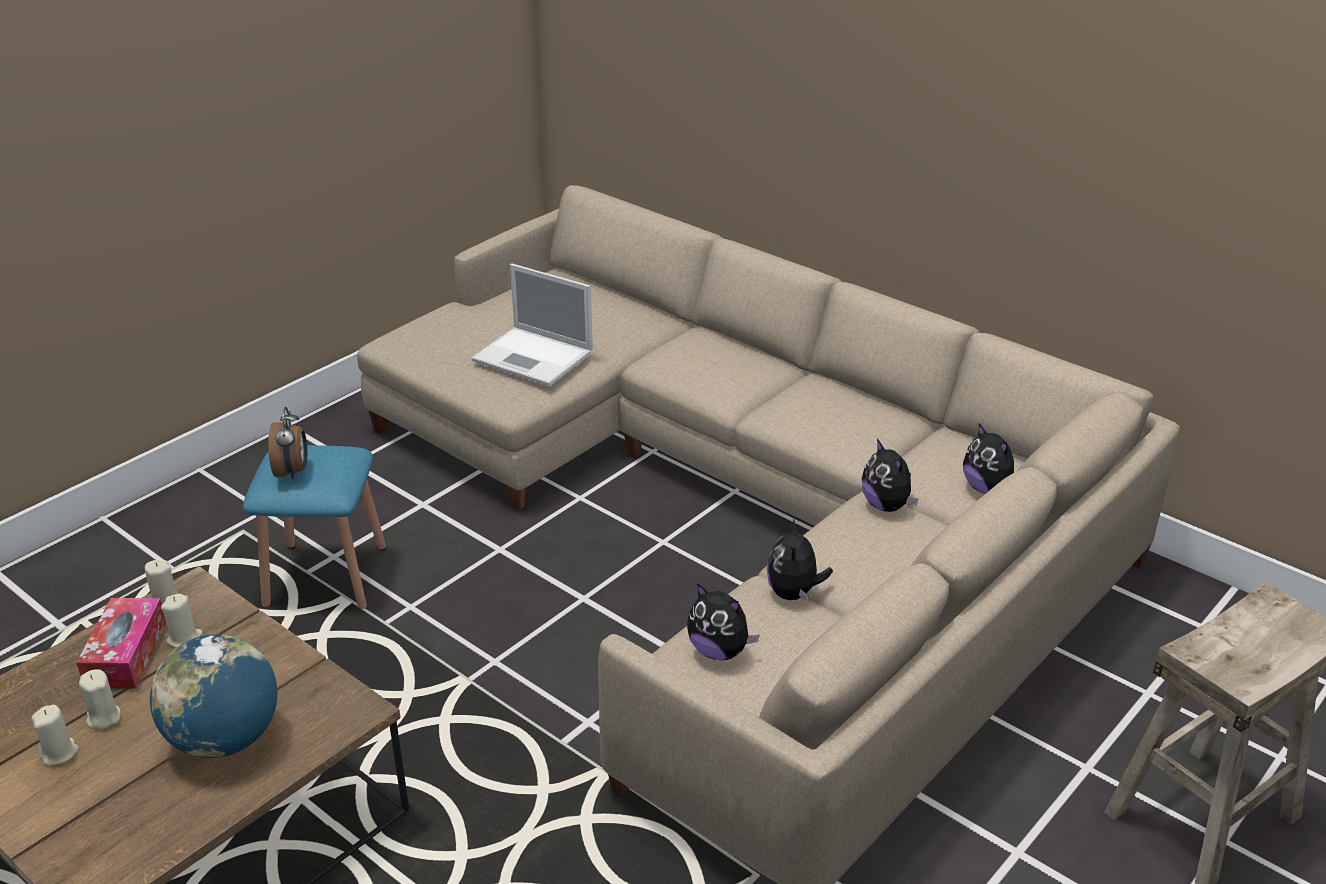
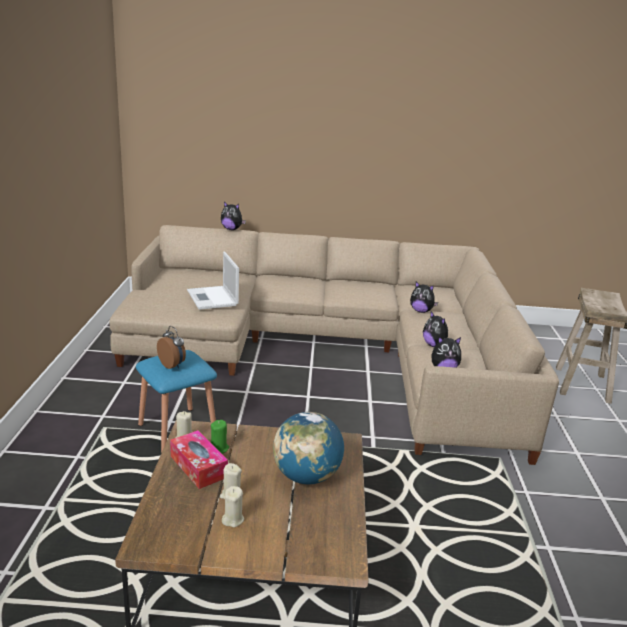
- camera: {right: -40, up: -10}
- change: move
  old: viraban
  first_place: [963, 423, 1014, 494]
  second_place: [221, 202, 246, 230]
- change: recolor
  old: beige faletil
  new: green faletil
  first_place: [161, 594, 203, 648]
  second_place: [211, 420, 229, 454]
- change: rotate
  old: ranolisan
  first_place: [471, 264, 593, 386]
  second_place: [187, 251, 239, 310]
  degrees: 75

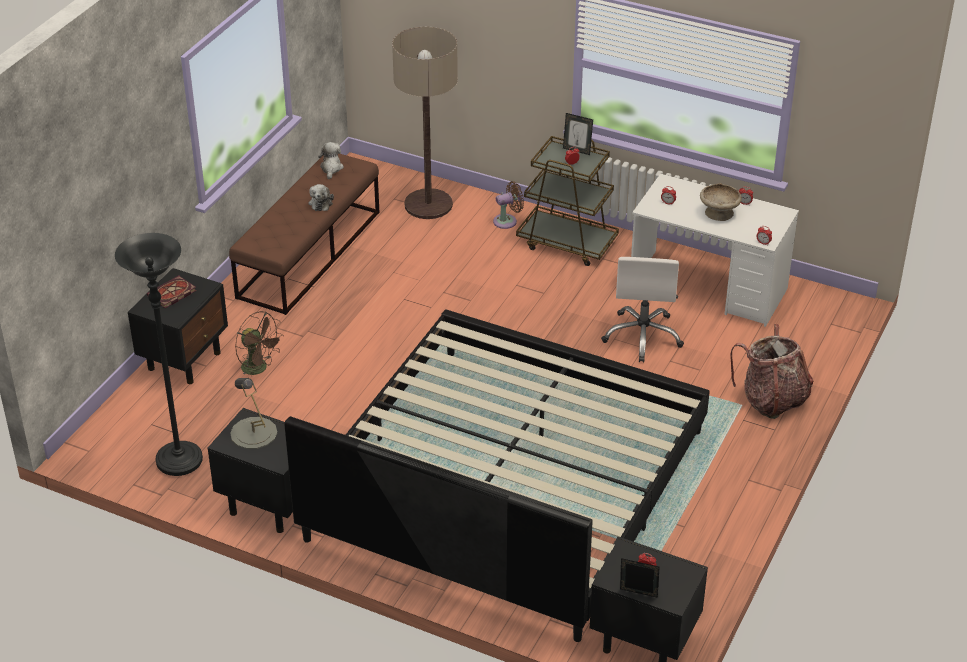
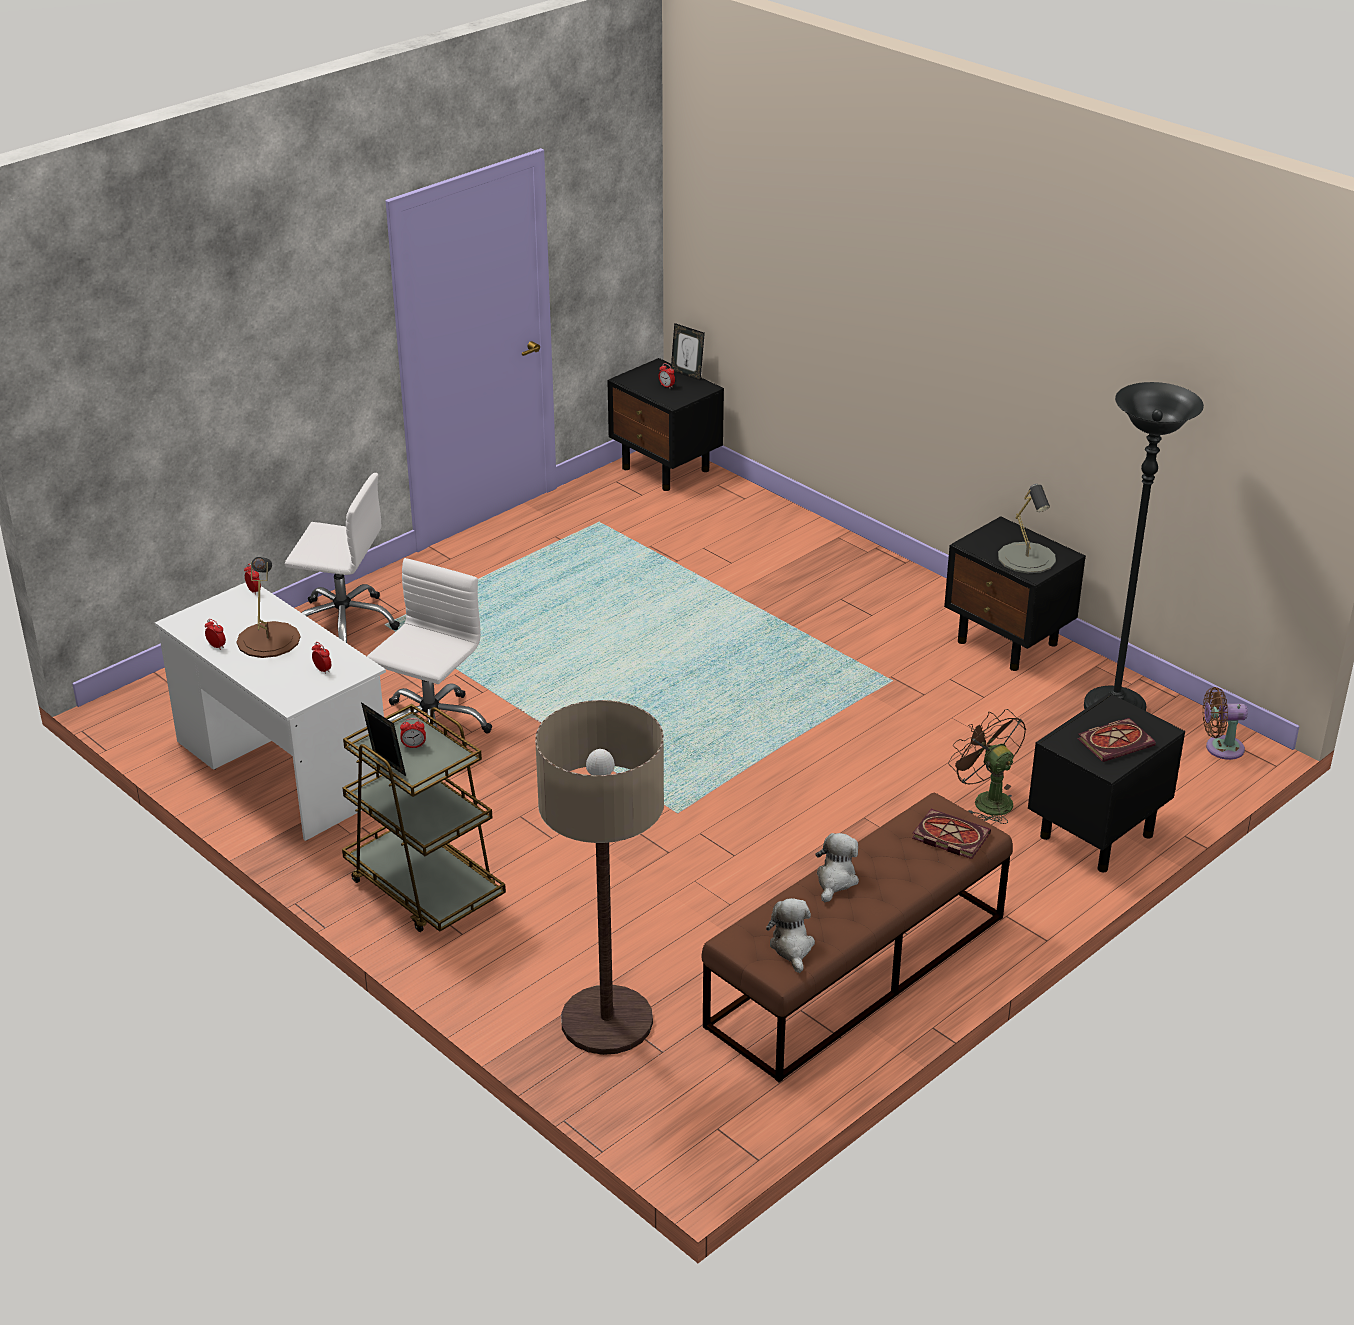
- camera: {right: -160, up: -5}
- change: delete
  old: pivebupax
  first_place: [284, 309, 710, 642]
- change: insert
  new: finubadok
  second_place: [912, 809, 991, 859]
- change: move
  old: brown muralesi
  first_place: [493, 181, 524, 229]
  second_place: [1203, 687, 1248, 760]
- change: replace
  old: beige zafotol
  new: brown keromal
  first_place: [700, 183, 742, 221]
  second_place: [236, 557, 301, 658]
- change: replace
  old: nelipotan
  new: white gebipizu
  first_place: [730, 324, 814, 419]
  second_place: [285, 473, 400, 643]
- change: rotate
  old: viraban
  first_place: [318, 142, 344, 179]
  second_place: [766, 898, 815, 973]
  degrees: 150

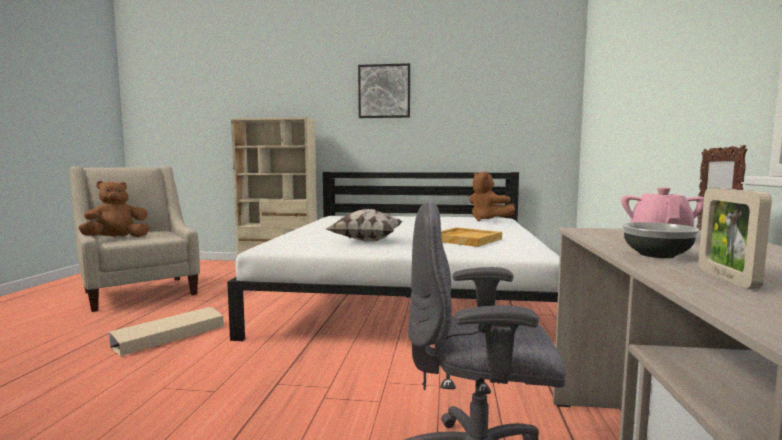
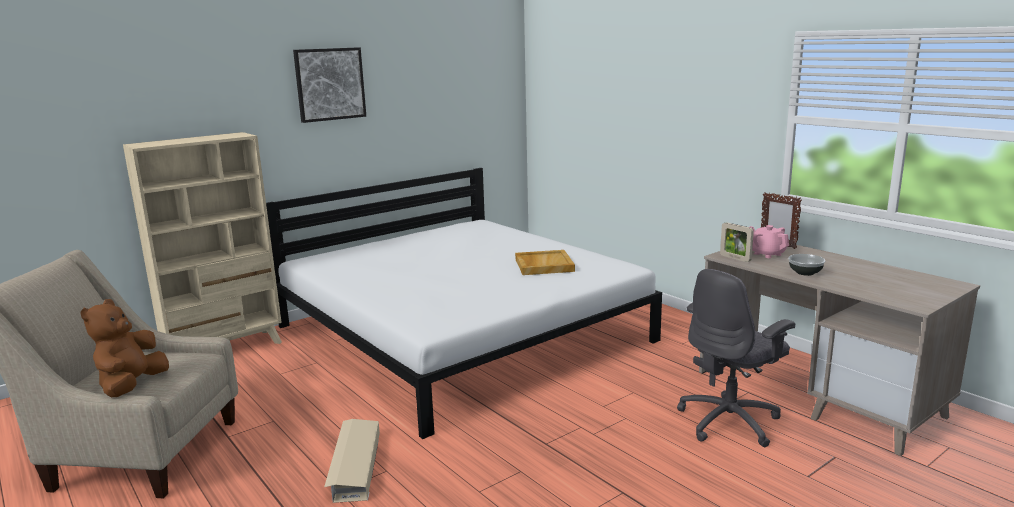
- camera: {right: -45, up: 10}
- change: delete
  old: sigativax
  first_place: [326, 209, 402, 242]
- change: delete
  old: brown viraban
  first_place: [469, 171, 515, 221]
- change: move
  old: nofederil
  first_place: [699, 188, 772, 289]
  second_place: [720, 222, 754, 262]

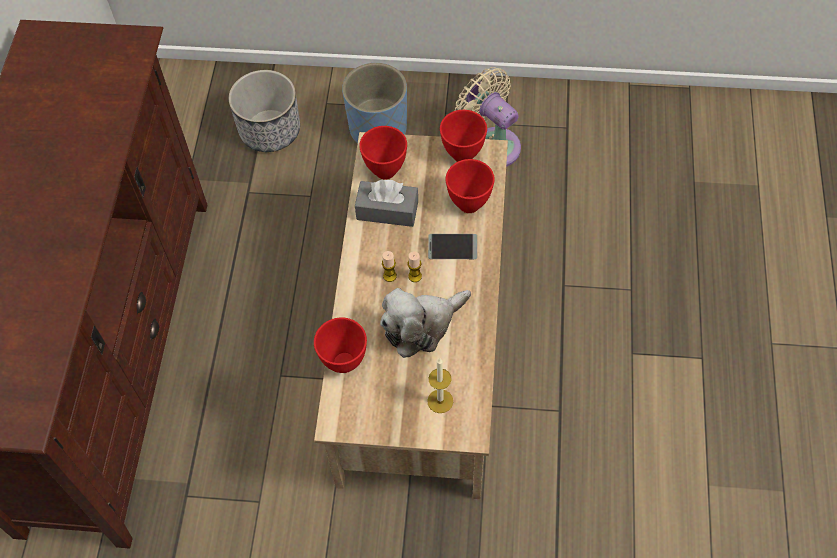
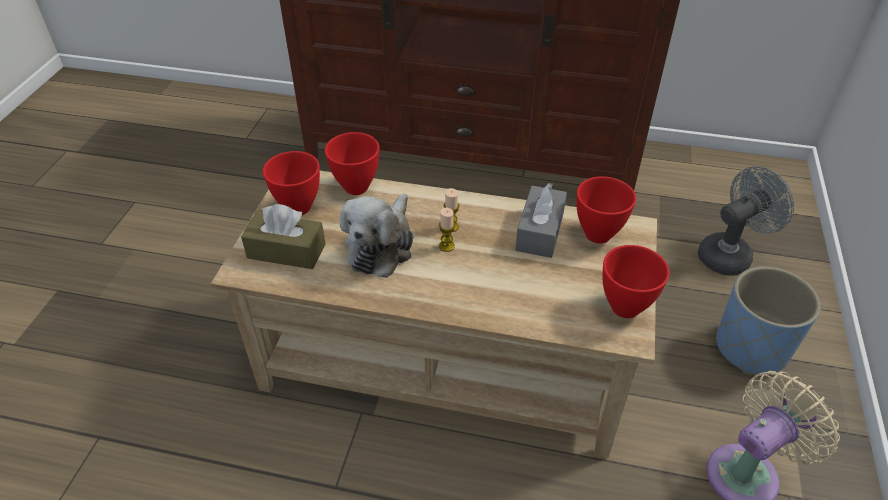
- camera: {right: 95, up: -15}
- change: delete
  old: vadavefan
  first_place: [428, 234, 477, 259]
- change: move
  old: red zafotol
  first_place: [446, 159, 495, 213]
  second_place: [263, 151, 320, 215]
- change: replace
  old: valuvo
  new: grey muralesi
  first_place: [228, 70, 300, 152]
  second_place: [698, 166, 794, 275]
- change: replace
  old: faletil
  new: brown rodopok
  first_place: [427, 358, 453, 413]
  second_place: [241, 204, 325, 269]
- change: rotate
  old: viraban
  first_place: [380, 288, 471, 358]
  second_place: [340, 194, 413, 278]
  degrees: -135

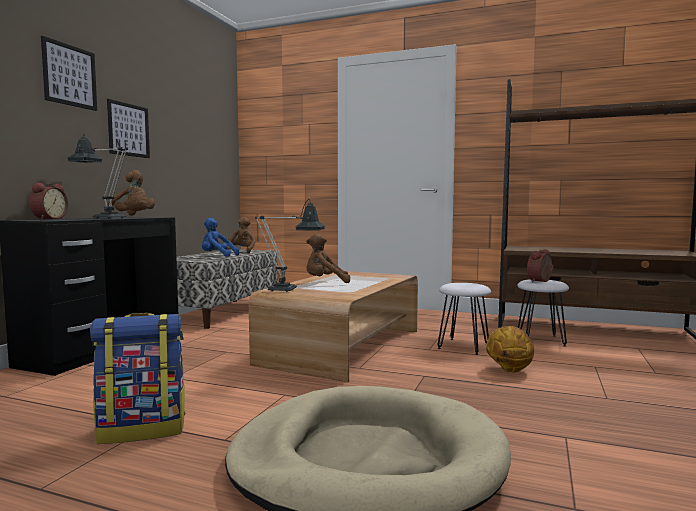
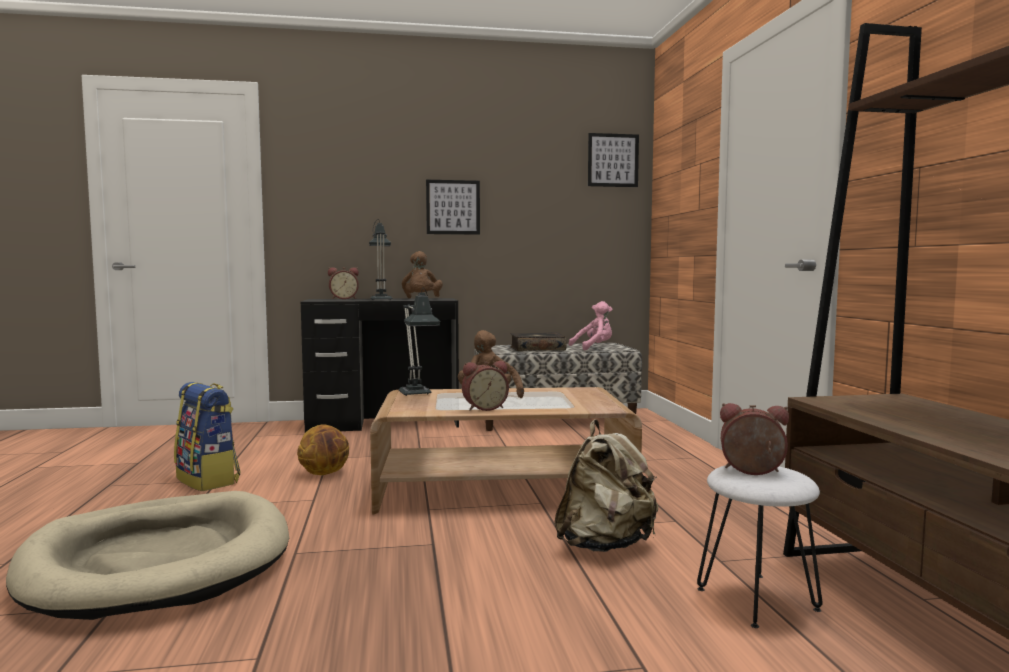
- camera: {right: 60, up: 0}
- change: insert
  new: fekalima
  second_place: [462, 361, 509, 411]
- change: move
  old: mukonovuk
  first_place: [41, 36, 97, 111]
  second_place: [588, 133, 639, 187]
- change: move
  old: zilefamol
  first_place: [486, 326, 534, 373]
  second_place: [297, 424, 349, 475]
- change: replace
  old: blue viraban
  new: finubadok
  first_place: [202, 218, 239, 257]
  second_place: [510, 332, 567, 351]
- change: replace
  old: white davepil
  new: beige nelipotan
  first_place: [438, 283, 491, 355]
  second_place: [554, 419, 658, 552]
- change: recolor
  old: brown viraban
  new: pink viraban
  first_place: [226, 217, 256, 254]
  second_place: [569, 301, 613, 351]

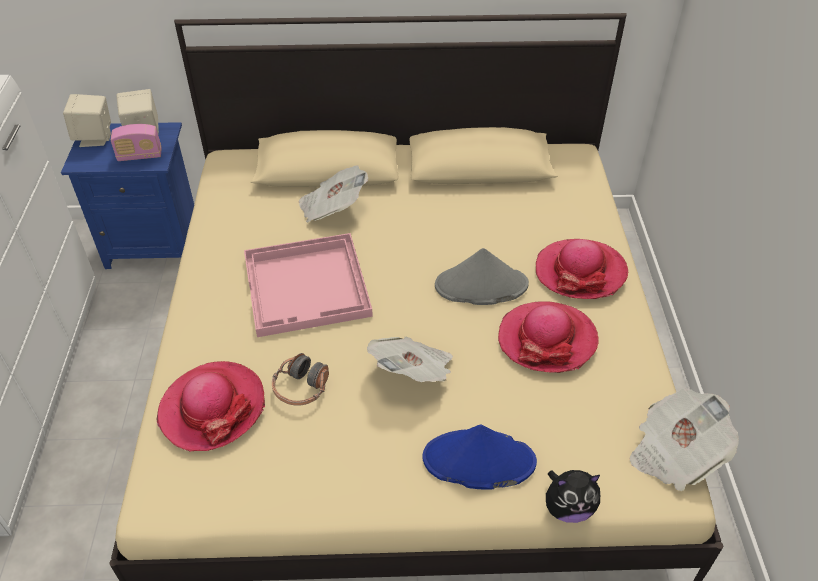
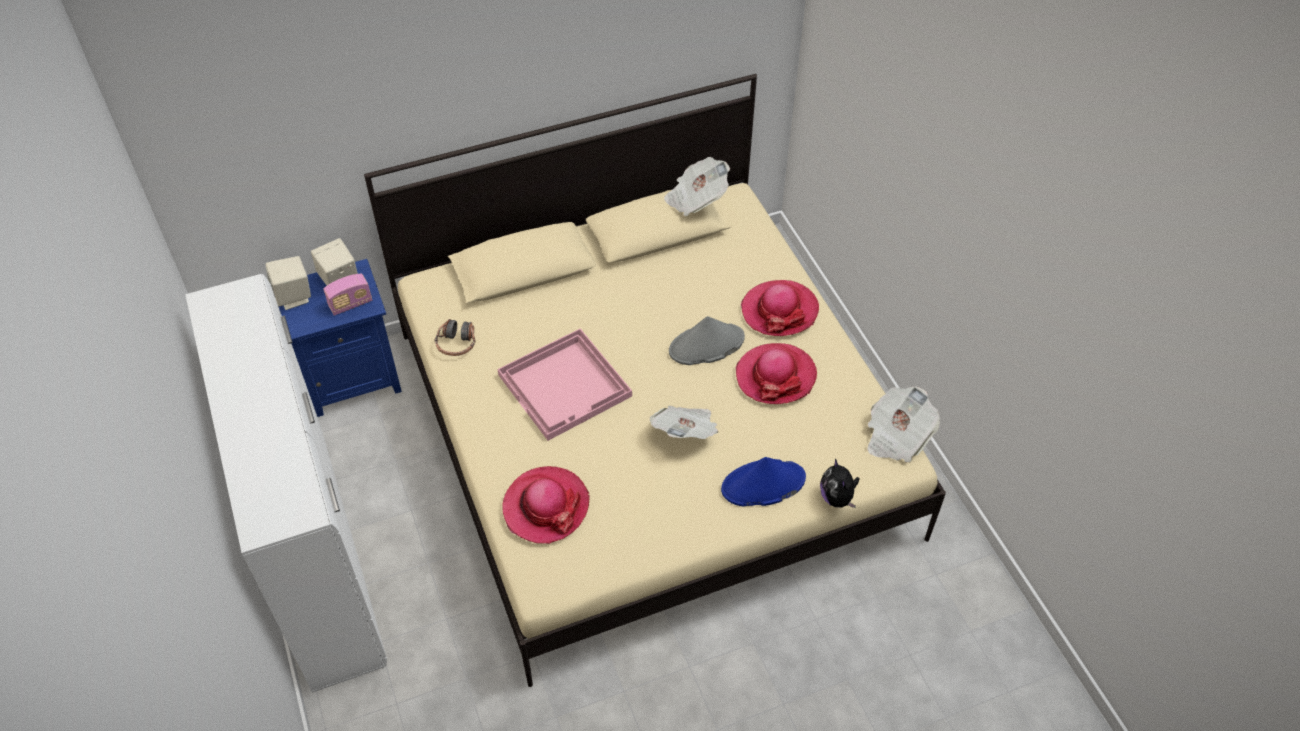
- camera: {right: -20, up: 5}
- change: move
  old: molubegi
  first_place: [272, 353, 329, 406]
  second_place: [434, 319, 475, 356]
- change: move
  old: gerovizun
  first_place: [299, 165, 368, 223]
  second_place: [664, 157, 730, 216]
- change: rotate
  old: viraban
  first_place: [546, 470, 600, 523]
  second_place: [820, 459, 860, 508]
  degrees: 105

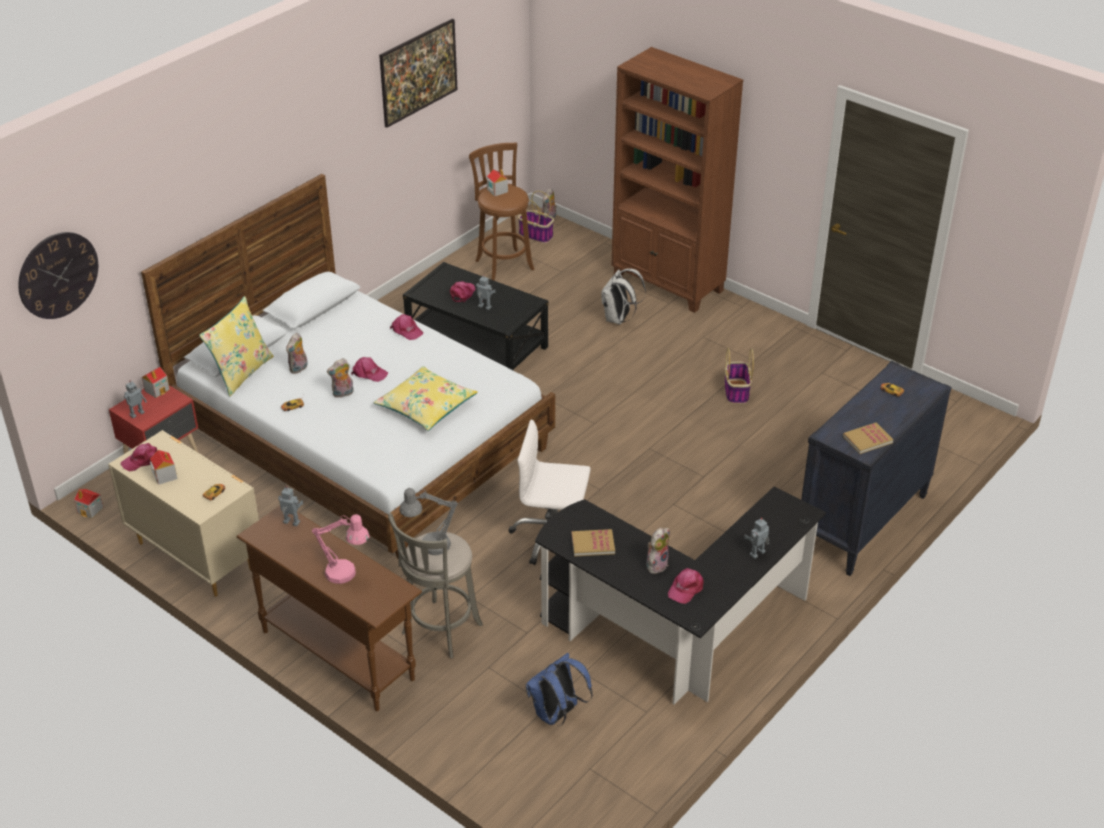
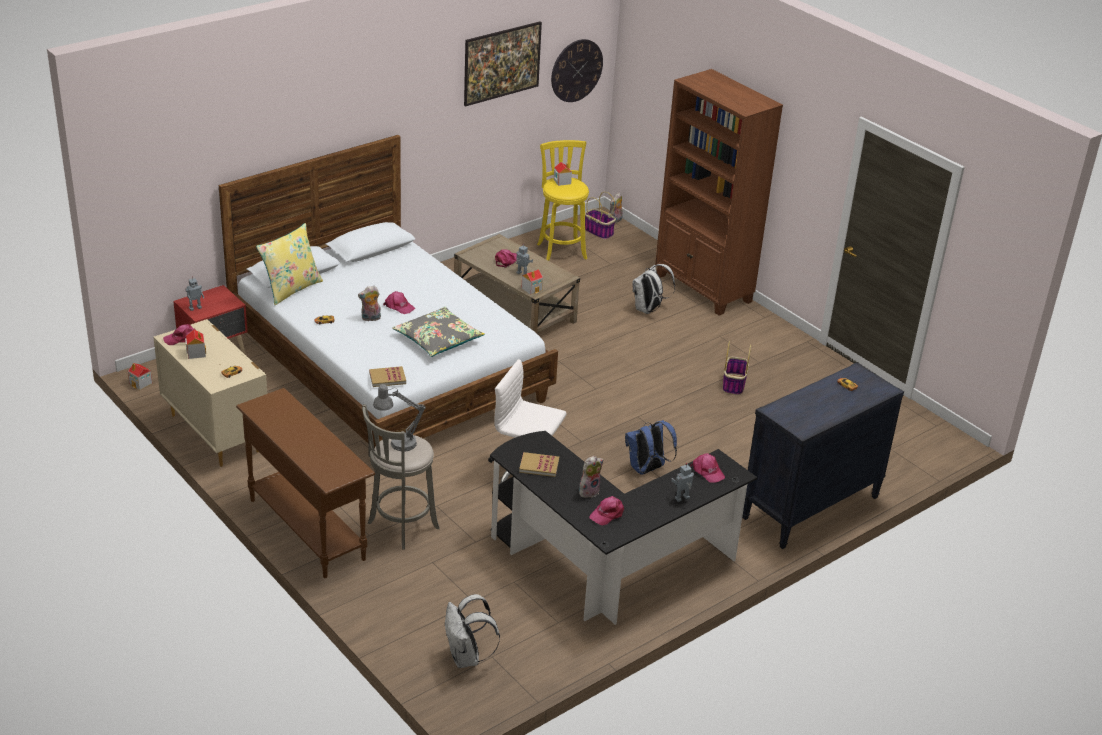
- camera: {right: 10, up: -5}
- change: delete
  old: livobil
  first_place: [278, 486, 303, 526]
- change: delete
  old: viraban
  first_place: [286, 333, 308, 374]
- change: delete
  old: pink keromal
  first_place: [312, 514, 370, 584]
- change: insert
  new: white nelipotan
  second_place: [445, 594, 500, 668]
- change: move
  old: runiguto
  first_place: [18, 232, 98, 319]
  second_place: [551, 39, 603, 102]
- change: move
  old: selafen
  first_place: [142, 367, 170, 398]
  second_place: [522, 269, 543, 295]
- change: move
  old: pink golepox
  first_place: [390, 314, 423, 340]
  second_place: [690, 453, 725, 483]
- change: move
  old: blue nelipotan
  first_place: [526, 653, 593, 726]
  second_place: [625, 420, 677, 475]
- change: move
  old: finubadok
  first_place: [843, 422, 893, 454]
  second_place: [369, 366, 406, 387]
- change: recolor
  old: yellow sigativax
  new: grey sigativax
  first_place: [373, 366, 478, 431]
  second_place: [392, 307, 485, 357]
- change: recolor
  old: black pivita
  new: beige pivita
  first_place: [403, 262, 549, 371]
  second_place: [454, 234, 580, 333]
- change: recolor
  old: brown davepil
  new: yellow davepil
  first_place: [469, 142, 534, 280]
  second_place: [537, 140, 589, 261]

